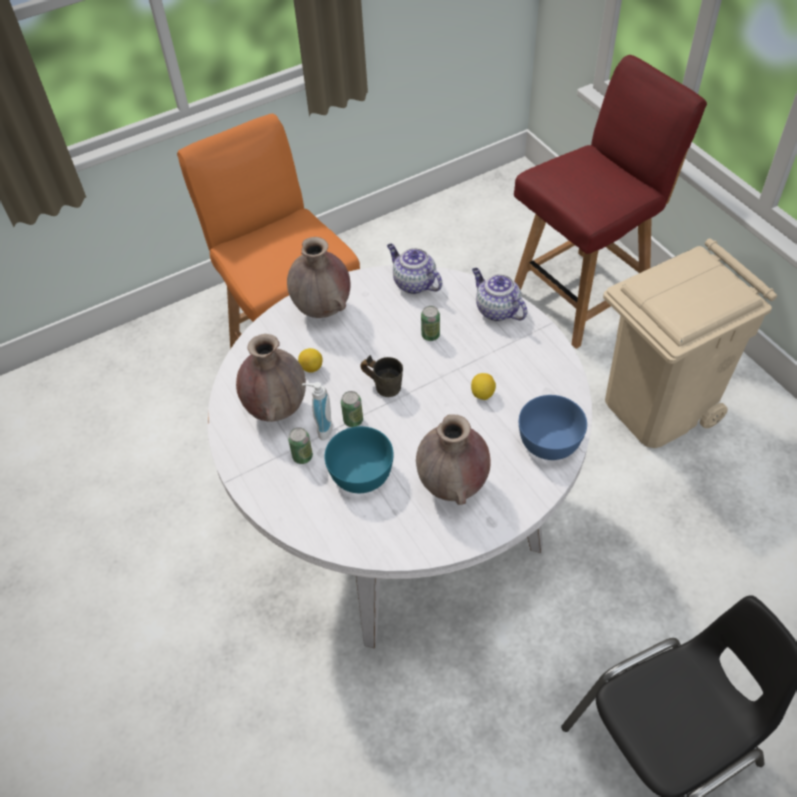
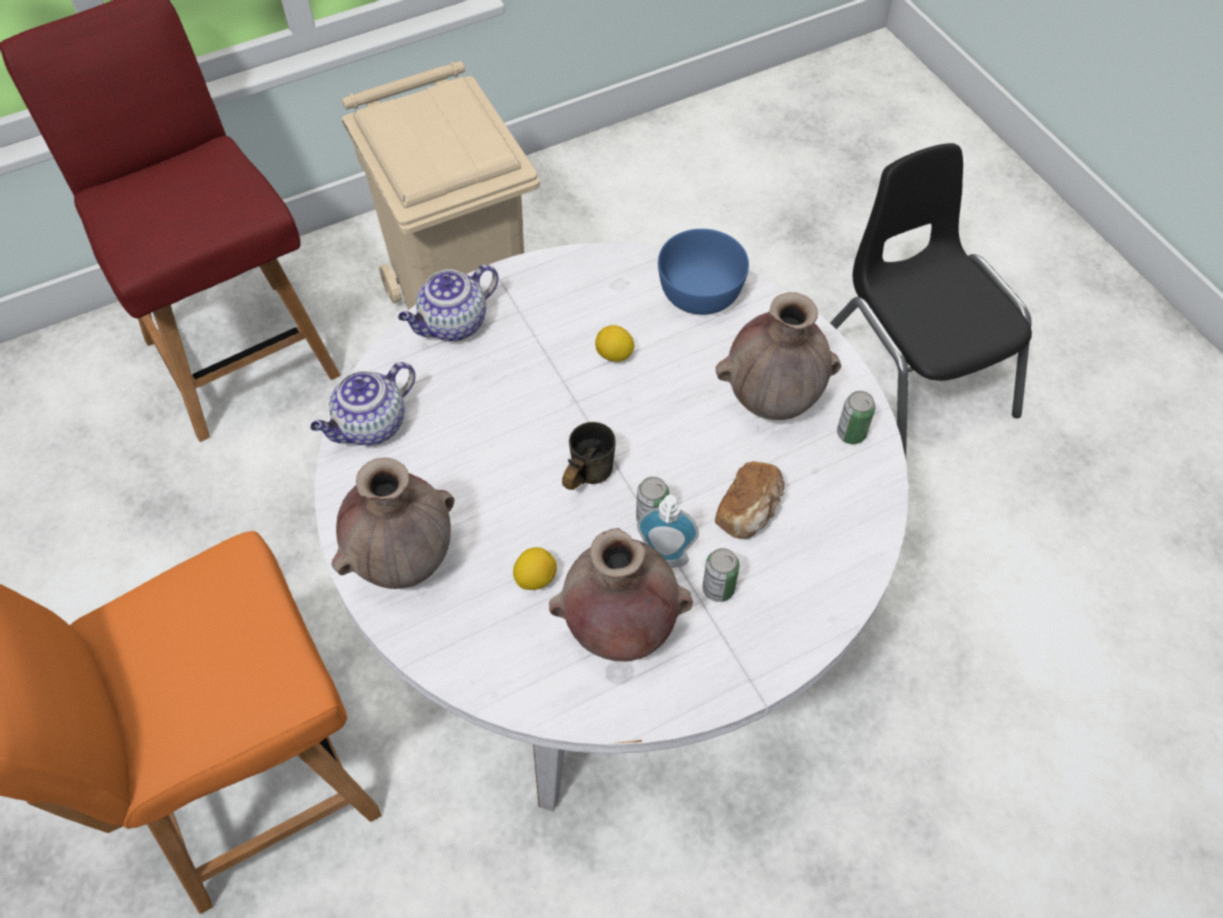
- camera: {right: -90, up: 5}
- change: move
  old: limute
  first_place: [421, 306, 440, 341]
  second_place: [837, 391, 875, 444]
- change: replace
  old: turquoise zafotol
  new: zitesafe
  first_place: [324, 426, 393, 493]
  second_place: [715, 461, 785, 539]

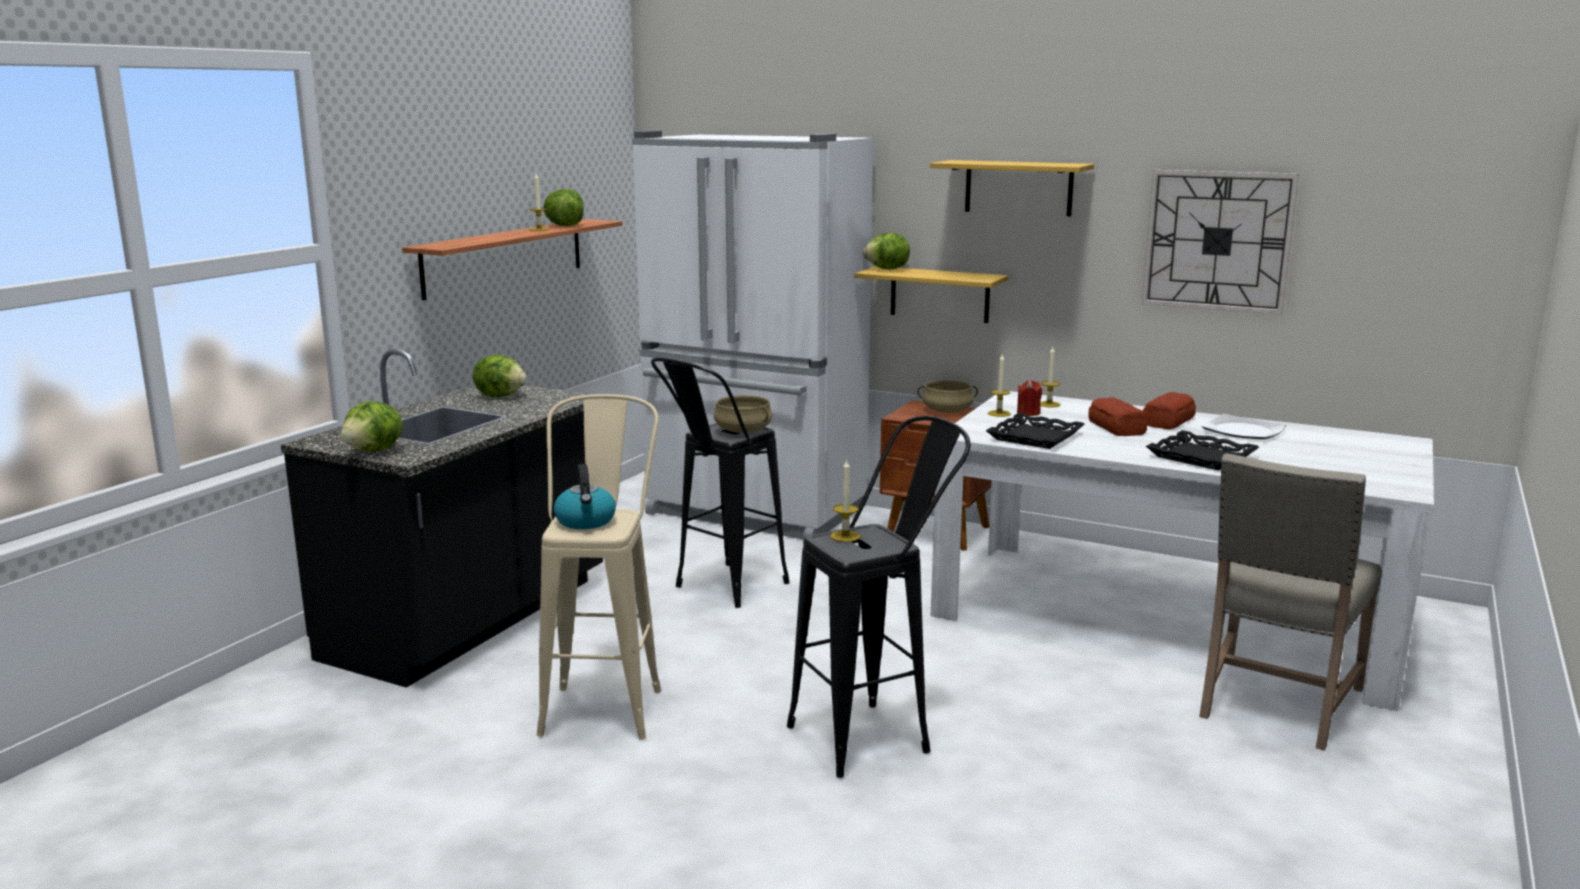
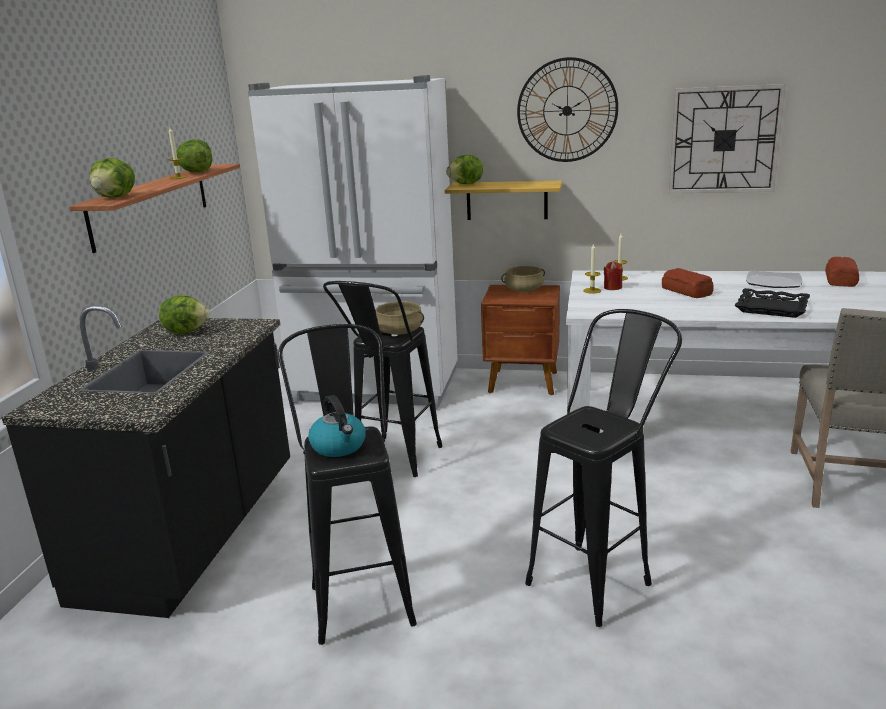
- camera: {right: -15, up: 5}
- change: delete
  old: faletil
  first_place: [830, 459, 861, 542]
- change: delete
  old: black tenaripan
  first_place: [986, 413, 1084, 449]
- change: move
  old: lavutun
  first_place: [341, 401, 403, 452]
  second_place: [90, 158, 135, 198]
- change: move
  old: zitesafe
  first_place: [1143, 392, 1196, 429]
  second_place: [825, 257, 859, 287]
- change: replace
  old: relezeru
  new: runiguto
  first_place: [930, 160, 1094, 216]
  second_place: [517, 57, 618, 162]
- change: recolor
  old: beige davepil
  new: black davepil
  first_place: [537, 394, 661, 740]
  second_place: [278, 324, 417, 645]

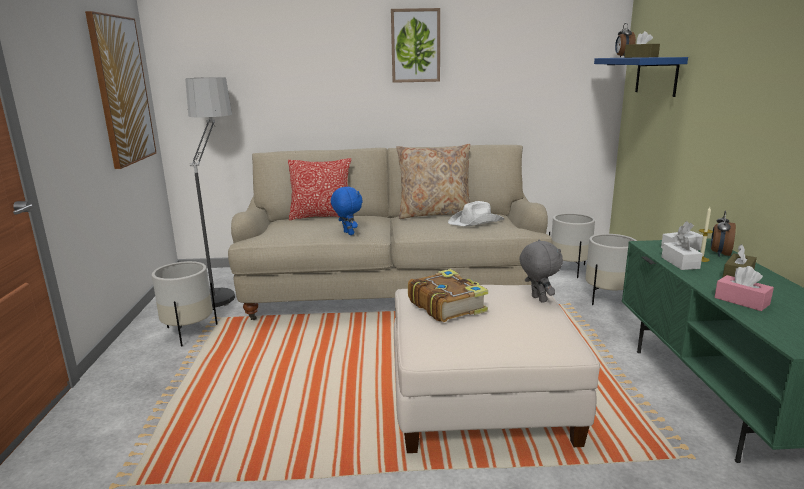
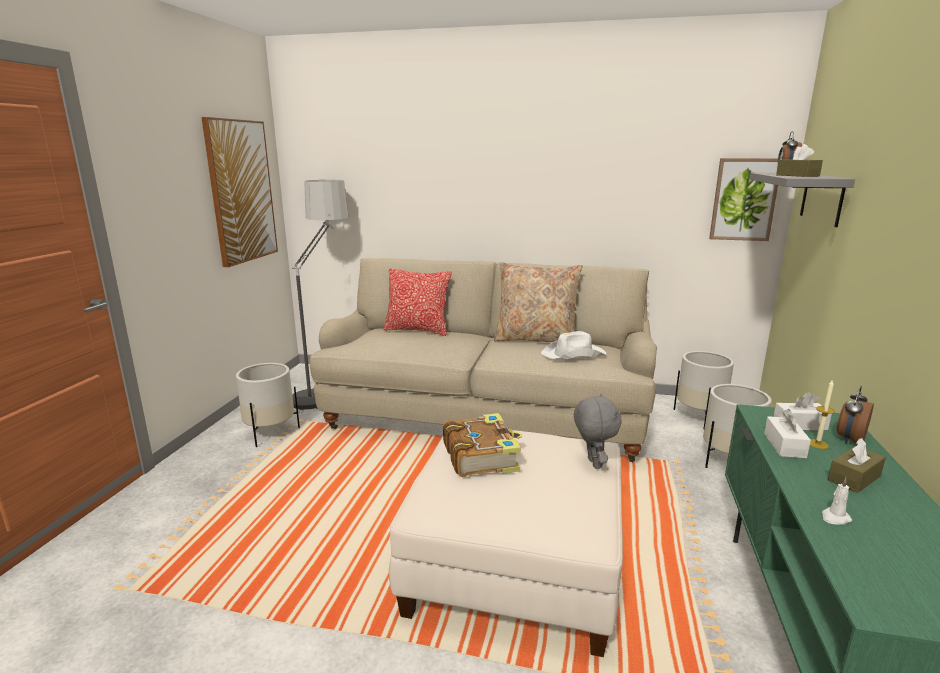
- camera: {right: 15, up: 0}
- change: delete
  old: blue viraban
  first_place: [331, 187, 362, 235]
- change: move
  old: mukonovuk
  first_place: [391, 8, 440, 83]
  second_place: [709, 158, 778, 241]
- change: replace
  old: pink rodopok
  new: white faletil
  first_place: [715, 266, 774, 311]
  second_place: [822, 478, 852, 525]
- change: recolor
  old: blue relezeru
  new: grey relezeru
  first_place: [594, 57, 688, 97]
  second_place: [749, 173, 855, 227]

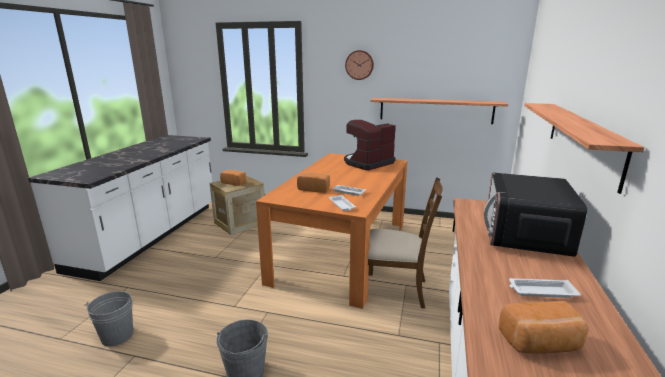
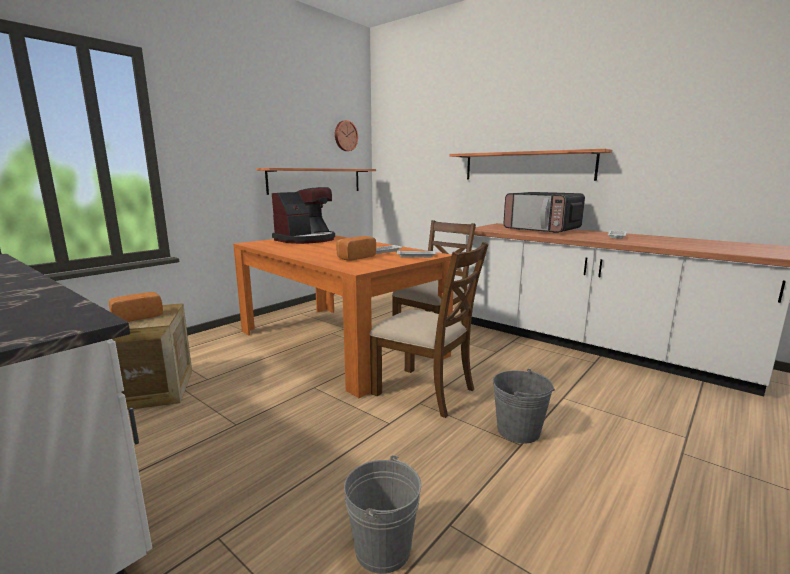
- camera: {right: -65, up: -5}
- change: delete
  old: zitesafe
  first_place: [499, 301, 588, 354]
- change: insert
  new: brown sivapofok
  second_place: [370, 242, 489, 418]
- change: move
  old: runiguto
  first_place: [345, 50, 374, 80]
  second_place: [335, 120, 358, 151]
- change: rotate
  old: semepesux
  first_place: [344, 120, 396, 170]
  second_place: [272, 187, 335, 244]
  degrees: -120

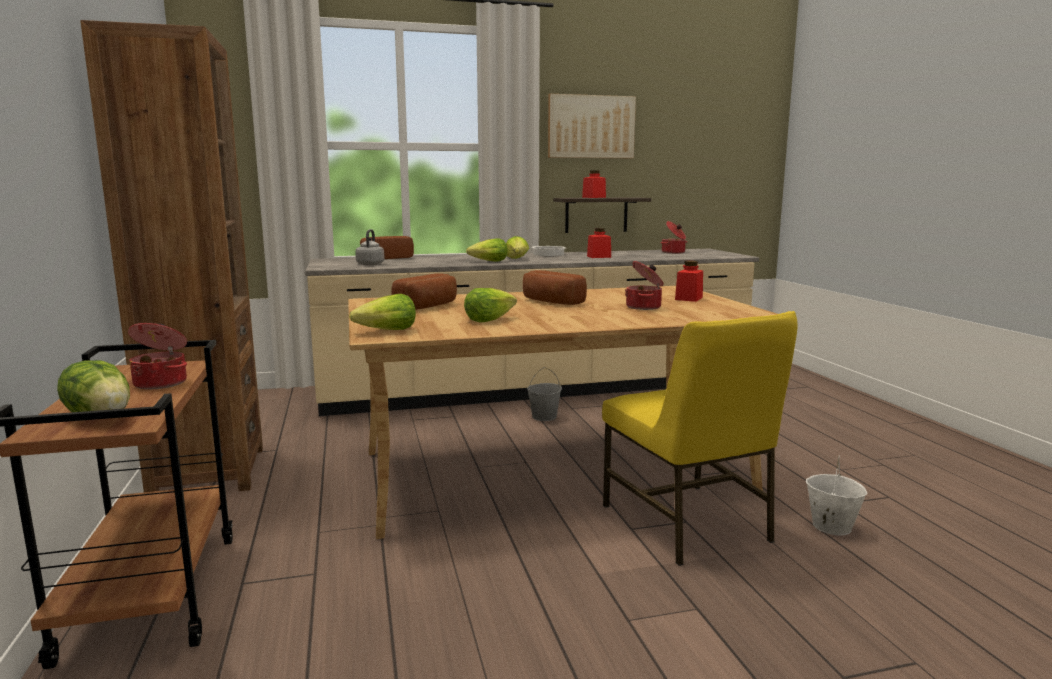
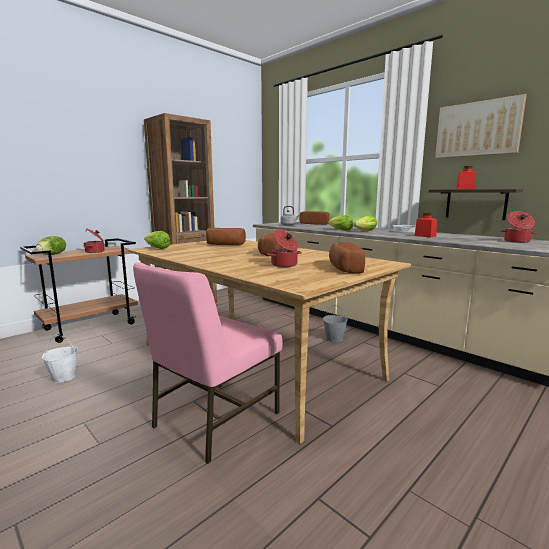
- camera: {right: 60, up: 0}
- change: delete
  old: lavutun
  first_place: [464, 288, 517, 322]
- change: move
  old: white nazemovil
  first_place: [806, 456, 867, 535]
  second_place: [42, 335, 78, 383]
- change: replace
  old: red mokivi
  new: zitesafe
  first_place: [675, 261, 703, 302]
  second_place: [329, 242, 365, 274]
- change: recolor
  old: yellow sivapofok
  new: pink sivapofok
  first_place: [602, 311, 797, 566]
  second_place: [133, 262, 283, 464]

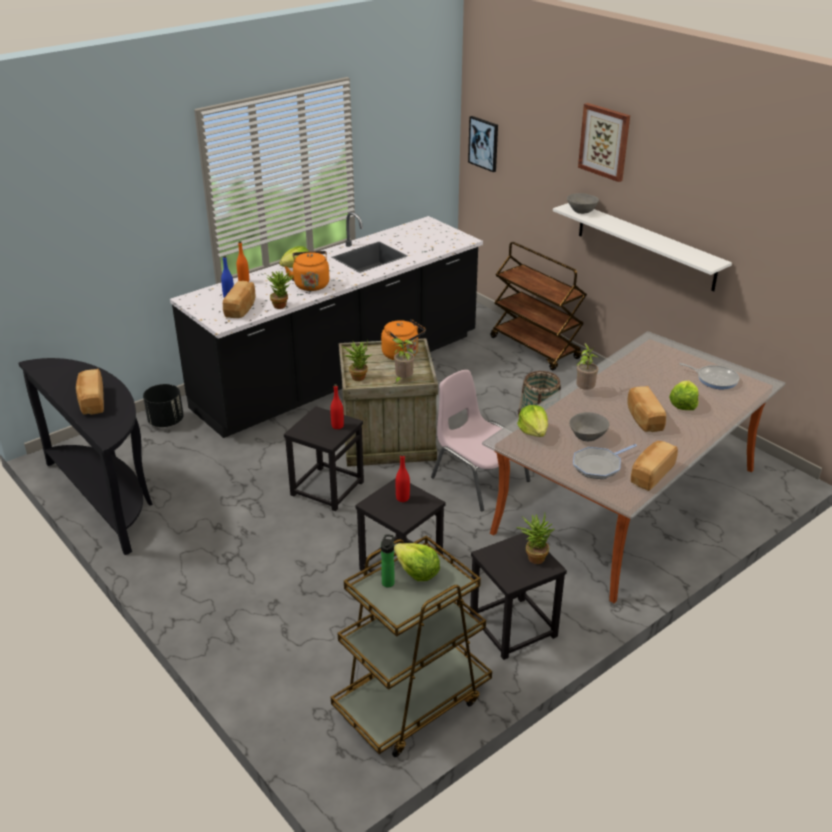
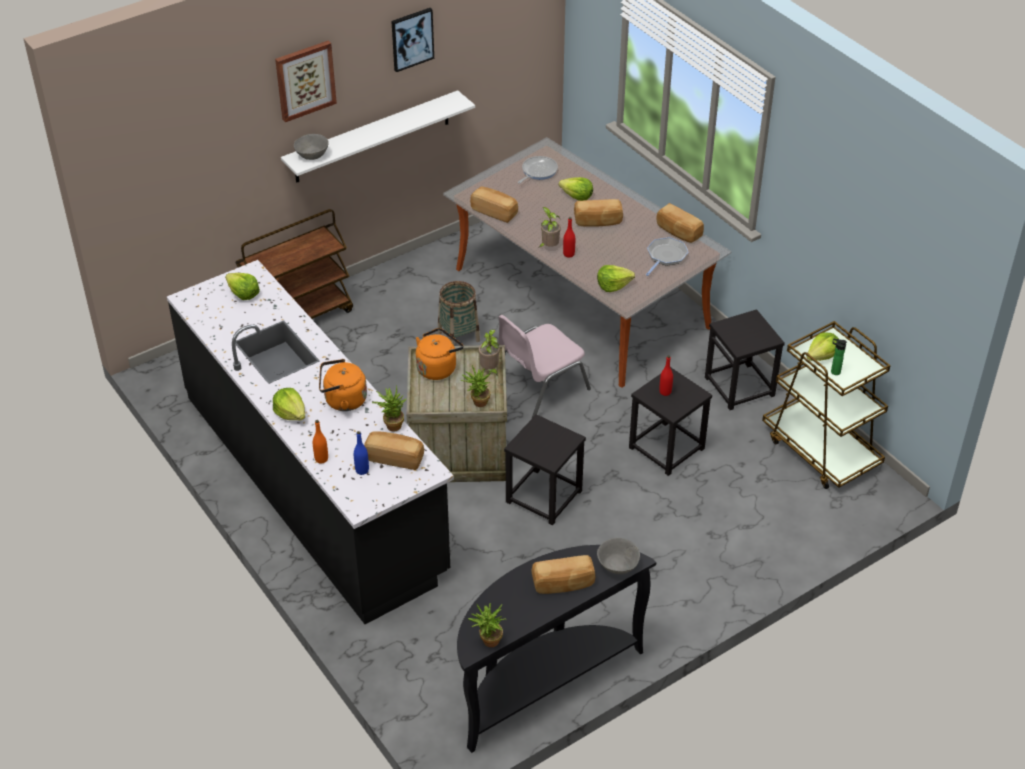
- camera: {right: -85, up: 10}
- change: delete
  old: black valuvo
  first_place: [143, 384, 184, 427]
- change: insert
  new: lavutun
  second_place: [225, 273, 260, 300]
- change: insert
  new: zitesafe
  second_place: [470, 187, 518, 223]
- change: move
  old: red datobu
  first_place: [330, 384, 344, 429]
  second_place: [563, 217, 575, 258]
- change: move
  old: mukonovuk
  first_place: [468, 116, 498, 172]
  second_place: [391, 8, 434, 72]
- change: move
  old: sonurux
  first_place: [517, 513, 554, 564]
  second_place: [468, 603, 506, 647]
- change: move
  old: grey zafotol
  first_place: [569, 412, 609, 441]
  second_place: [597, 538, 640, 574]
- change: rotate
  old: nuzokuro
  first_place: [573, 444, 637, 479]
  second_place: [646, 237, 688, 276]
  degrees: -120

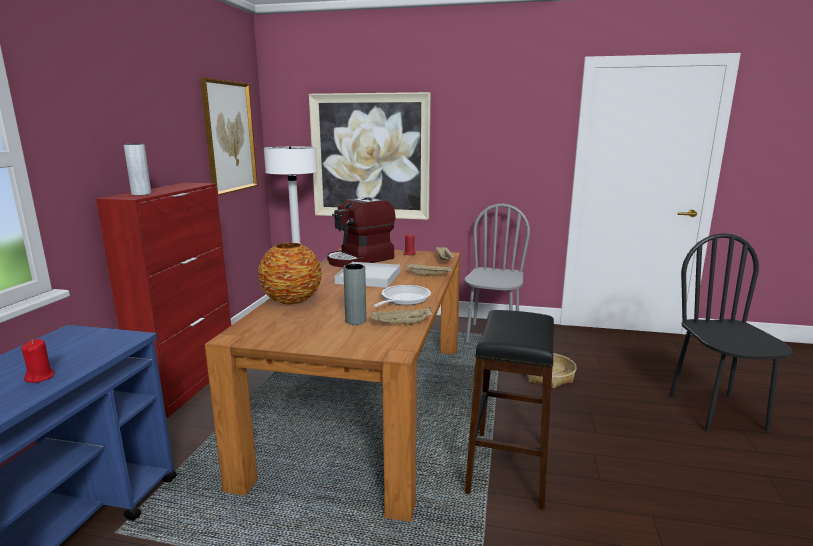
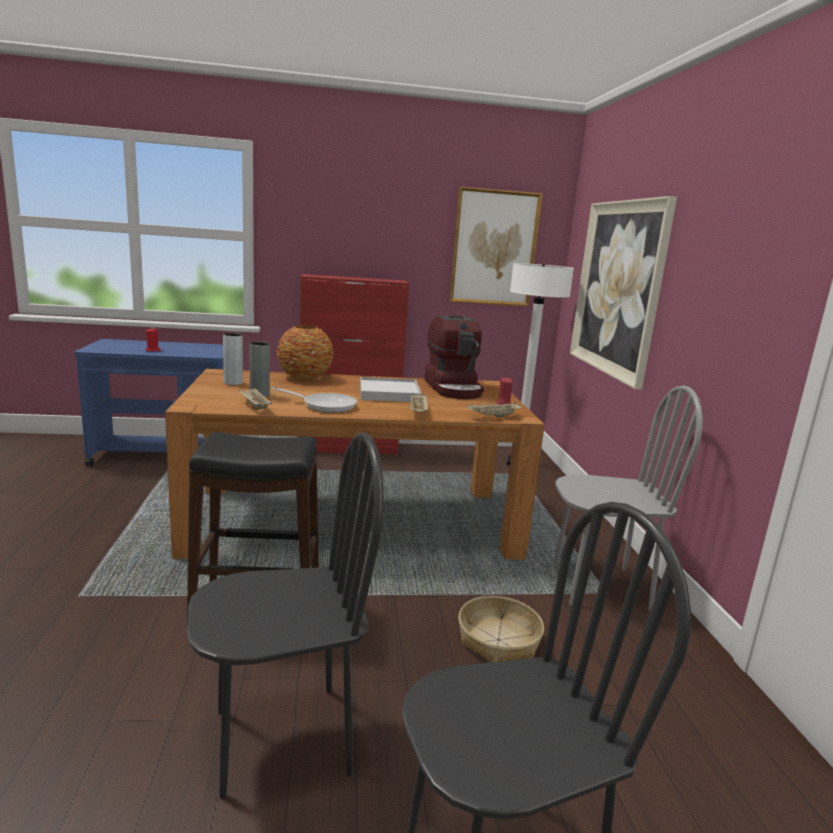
- camera: {right: 70, up: 0}
- change: insert
  new: black sivapofok
  second_place: [187, 432, 384, 799]
- change: move
  old: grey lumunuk
  first_place: [124, 144, 151, 195]
  second_place: [223, 333, 243, 385]
- change: rotate
  old: semepesux
  first_place: [327, 197, 396, 267]
  second_place: [424, 315, 484, 399]
  degrees: -135

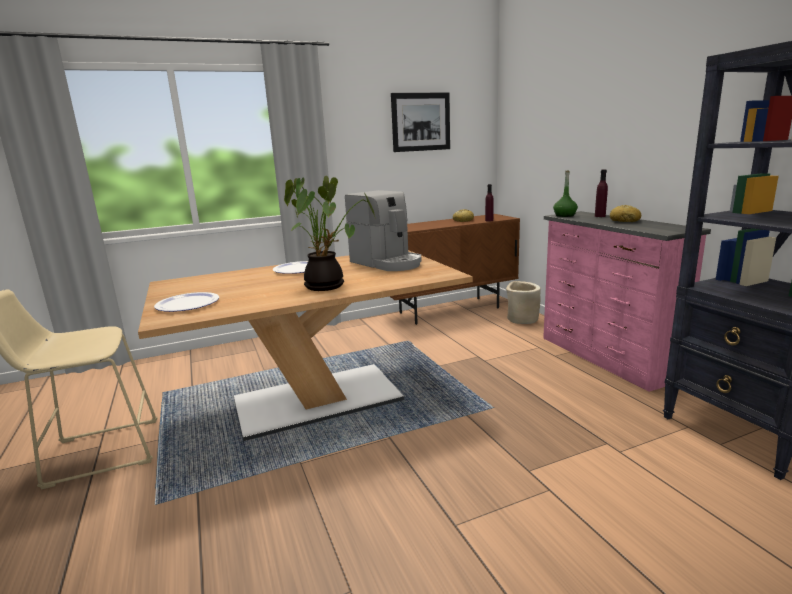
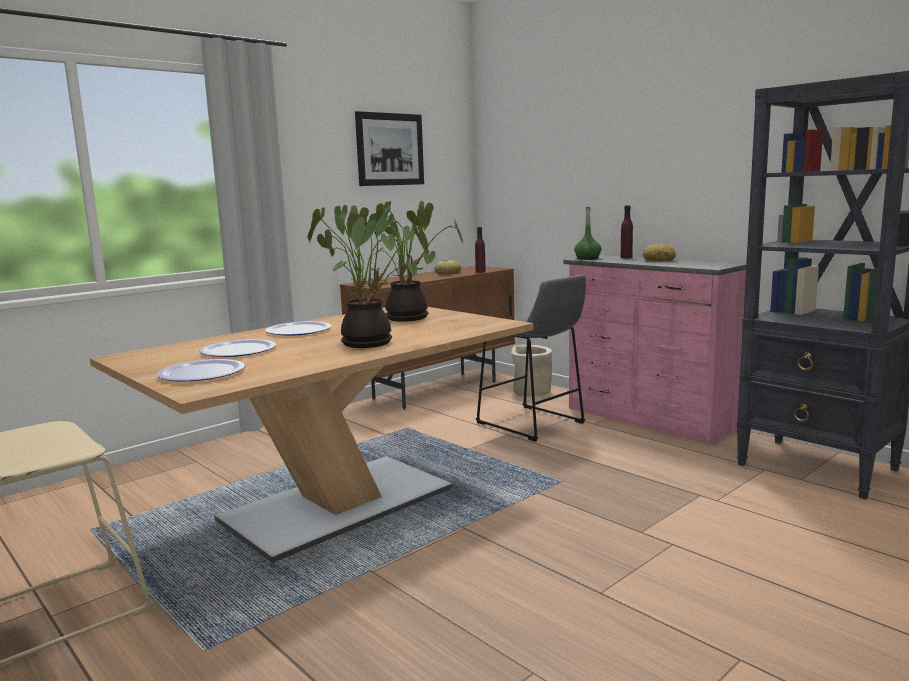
- camera: {right: -20, up: -5}
- change: insert
  new: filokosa
  second_place: [200, 339, 276, 357]
- change: insert
  new: grey davepil
  second_place: [476, 274, 586, 442]
- change: replace
  old: semepesux
  new: sonurux
  first_place: [345, 190, 422, 271]
  second_place: [373, 201, 463, 322]

